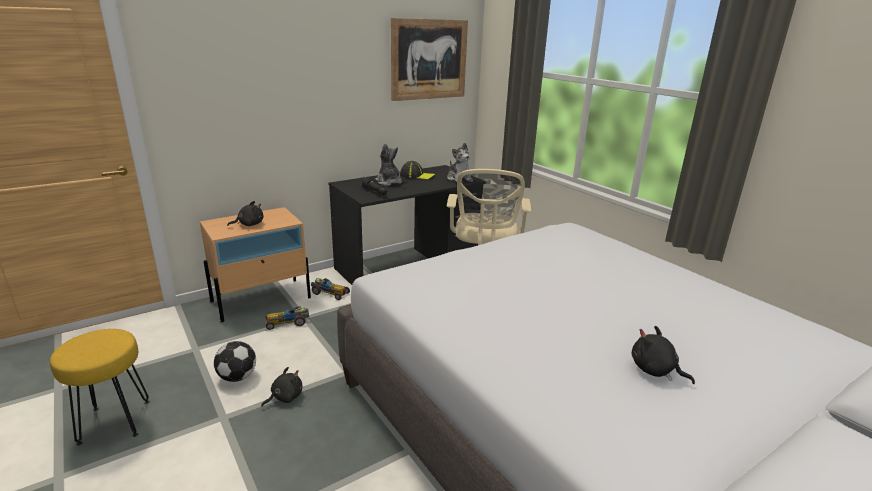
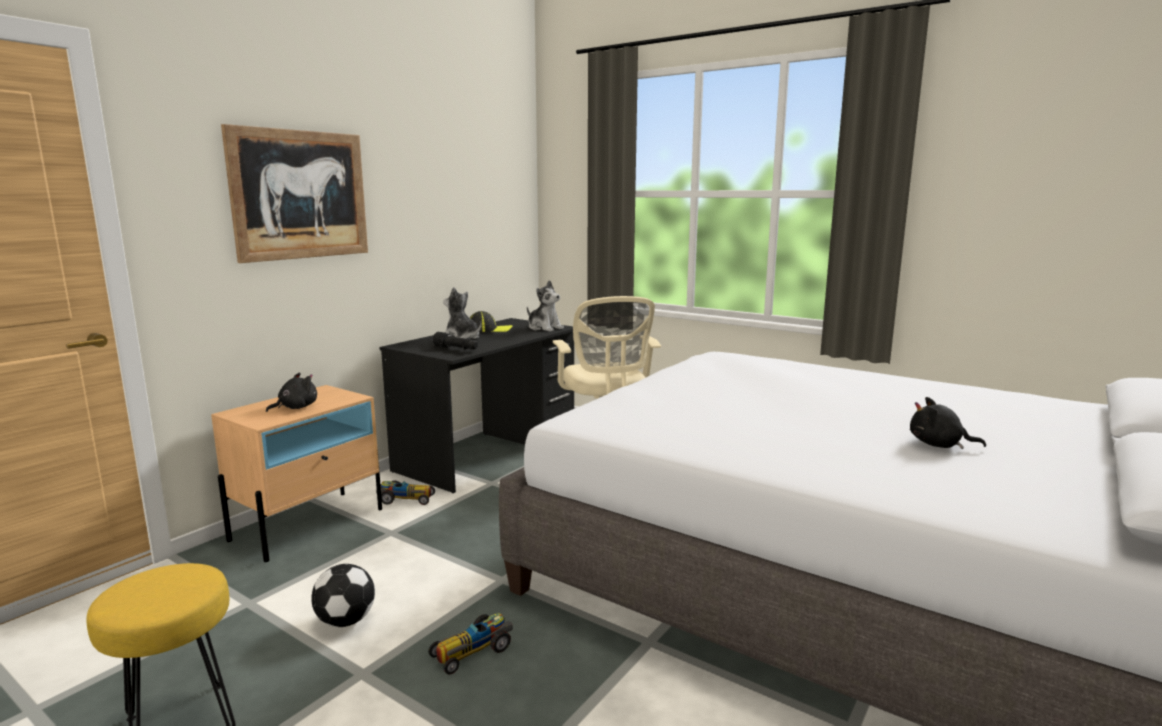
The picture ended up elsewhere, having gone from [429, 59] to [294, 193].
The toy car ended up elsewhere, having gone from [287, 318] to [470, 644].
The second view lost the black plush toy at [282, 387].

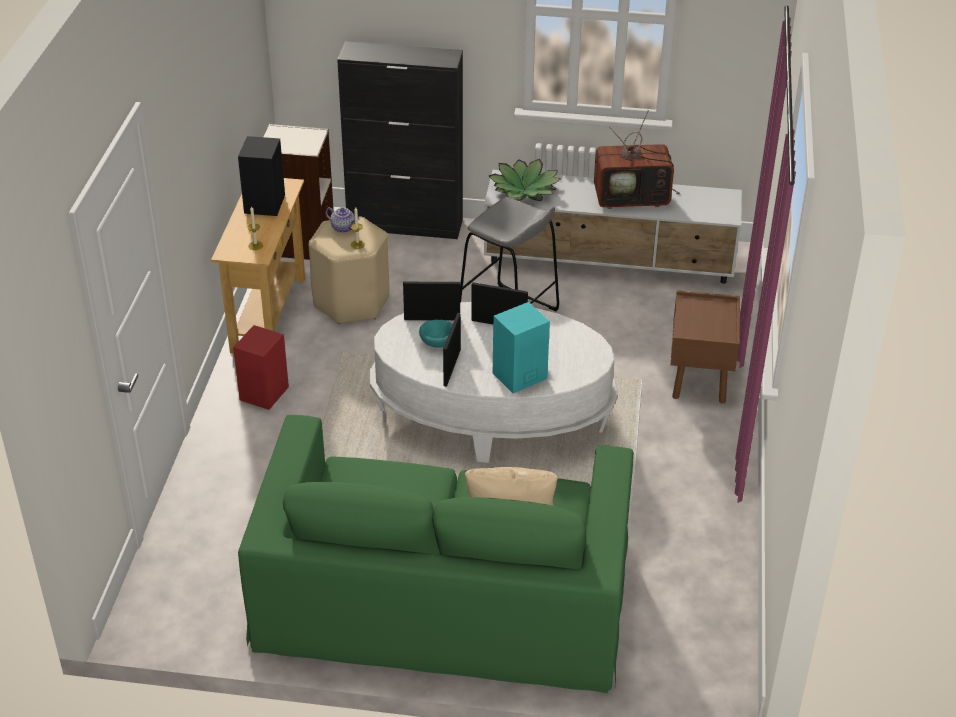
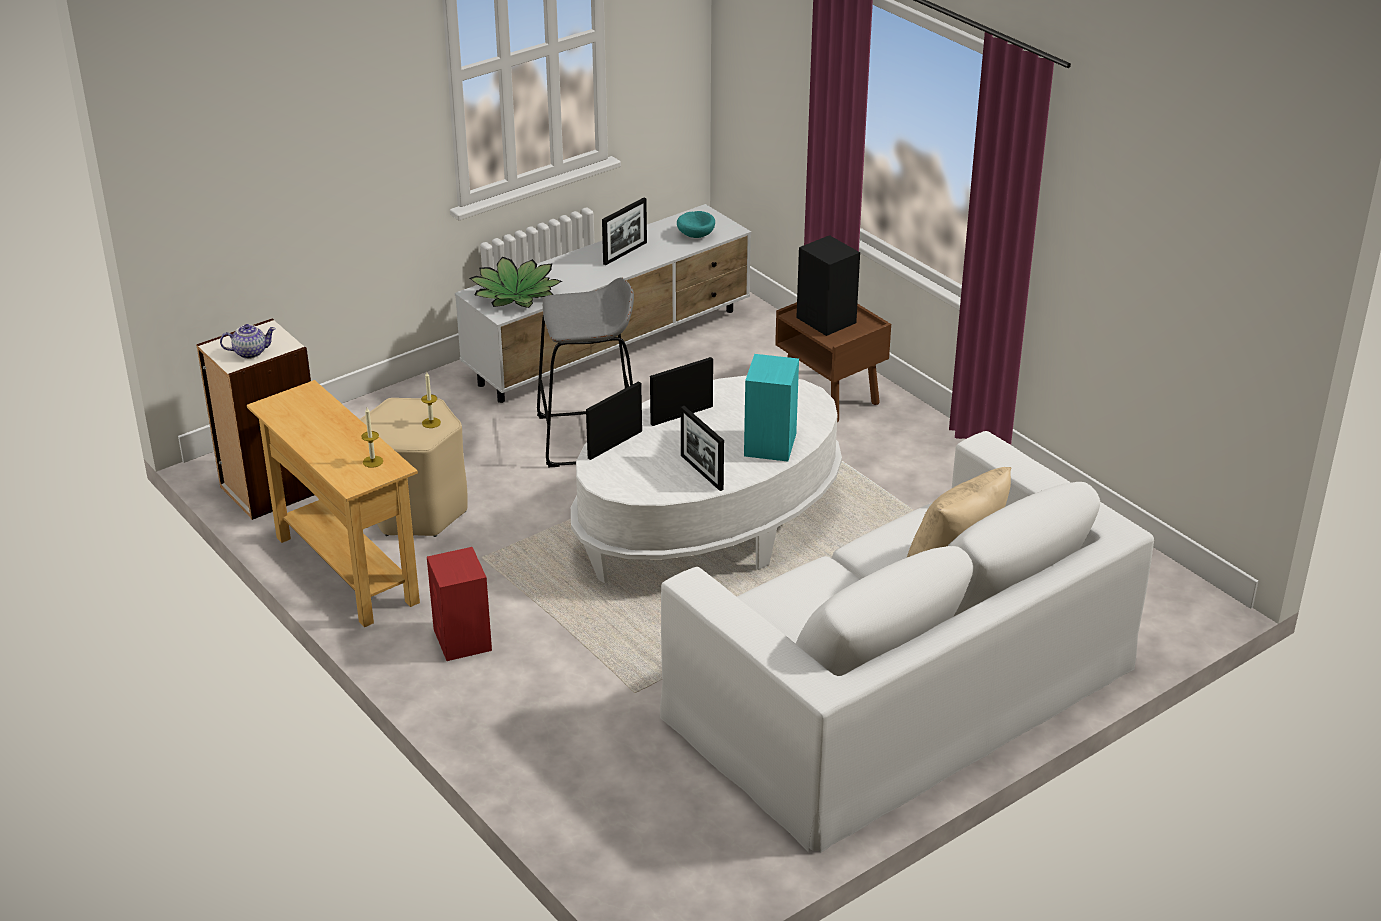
The second view lost the black cabinet at [400, 140].
Where the television stood at [637, 159], the picture frame came to stand at [624, 231].
The black speaker ended up elsewhere, having gone from [261, 176] to [828, 285].
The teapot ended up elsewhere, having gone from [342, 220] to [248, 341].
The turquoise bowl ended up elsewhere, having gone from [436, 333] to [696, 224].
What was the green sofa at [436, 554] turned into the white sofa at [907, 642].

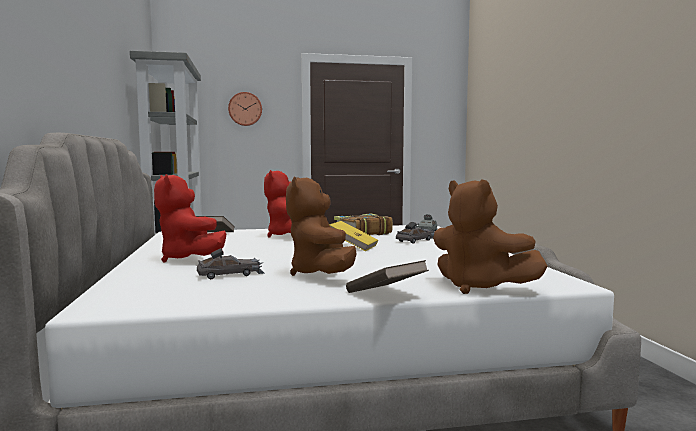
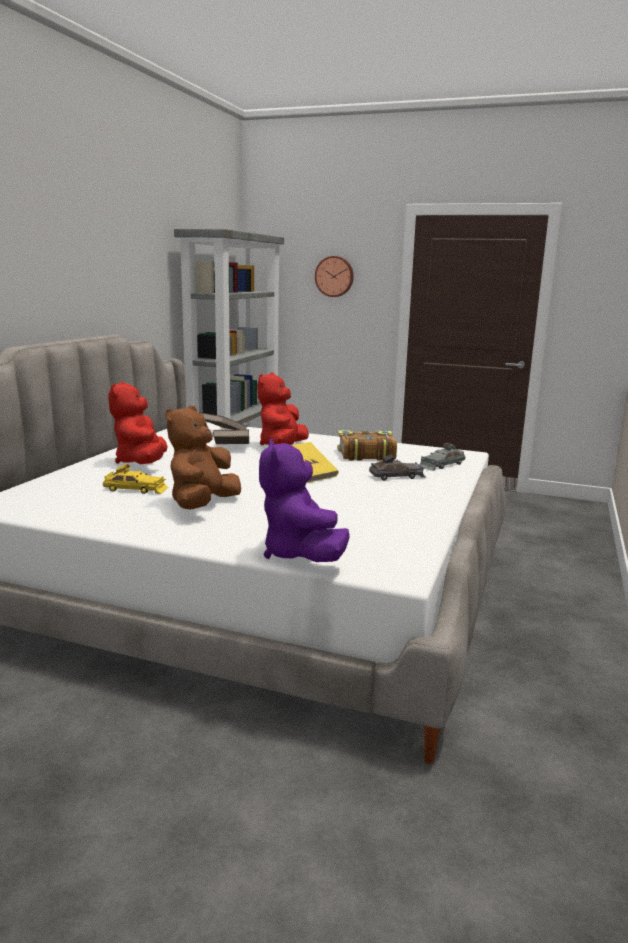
What was the brown plush toy at [490, 236] turned into the purple plush toy at [304, 500].
What was the grey toy car at [231, 263] turned into the yellow toy car at [135, 479].
The brown book ended up elsewhere, having gone from [387, 276] to [231, 437].

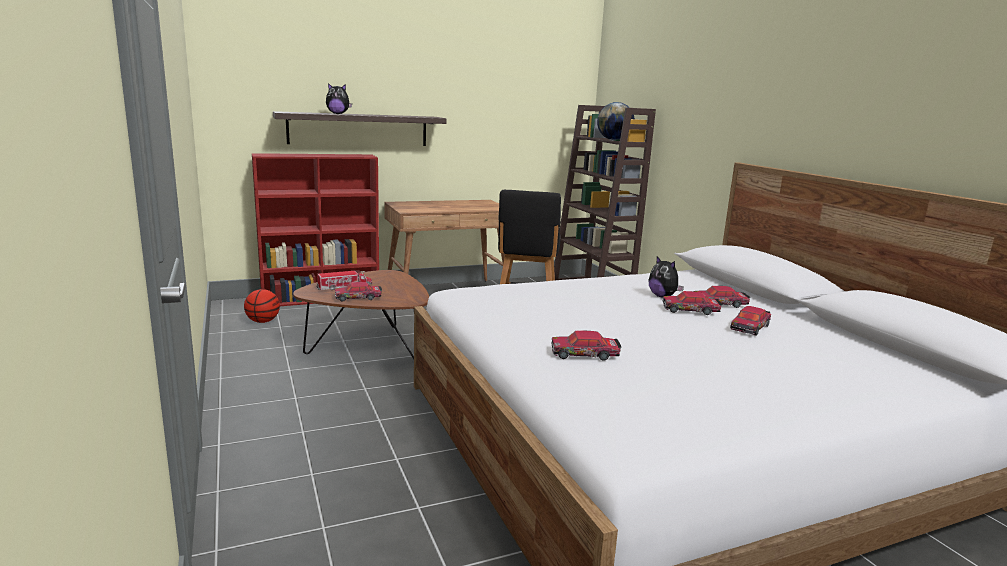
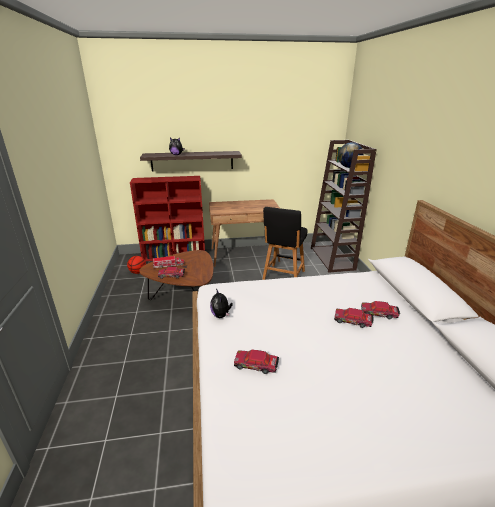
The plush toy ended up elsewhere, having gone from [666, 277] to [221, 303].
The second view lost the toy car at [750, 320].

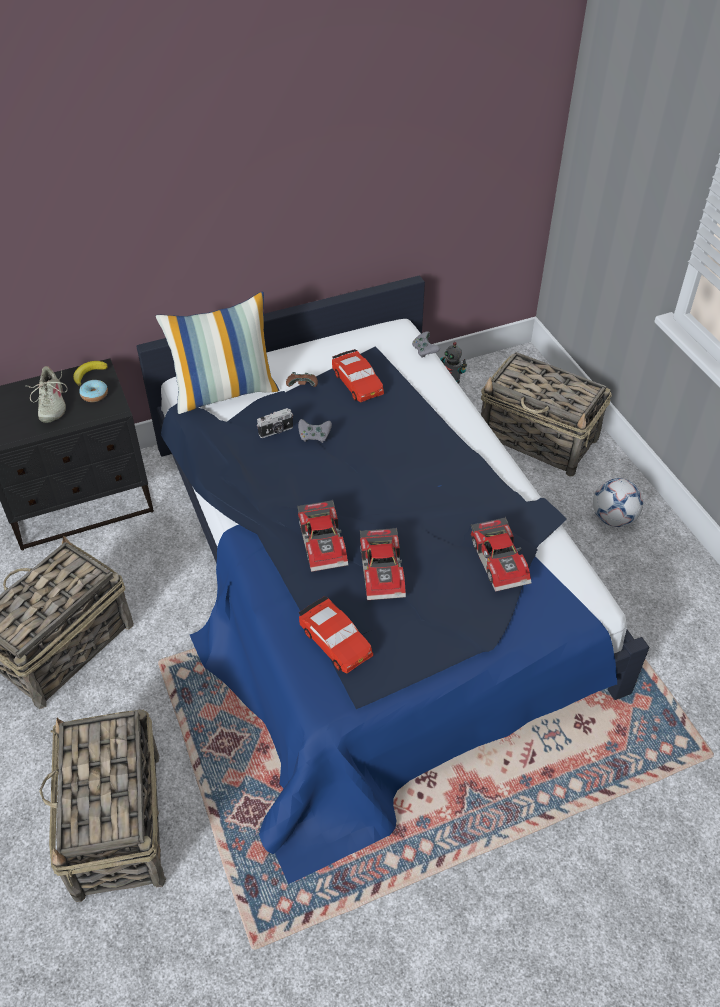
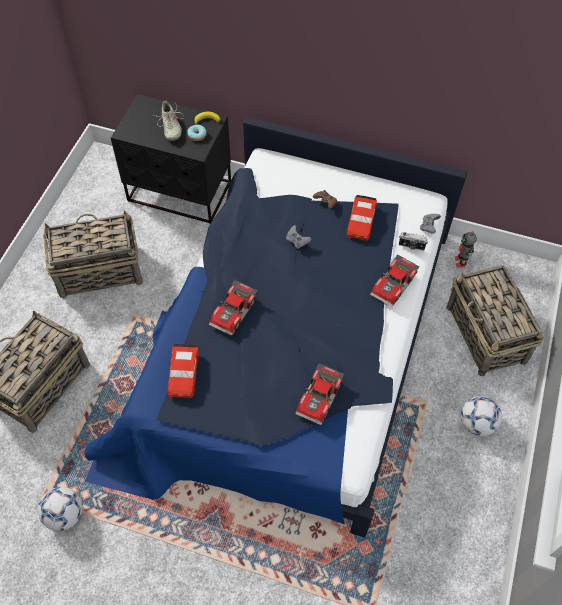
The second view lost the pillow at [218, 353].
The beige shoe at [48, 394] ended up facing another way, 45 degrees counterclockwise from before.
The photo camera ended up elsewhere, having gone from [275, 423] to [413, 241].
The toy car ended up elsewhere, having gone from [383, 563] to [395, 280].
The second view gained the football at [60, 509].

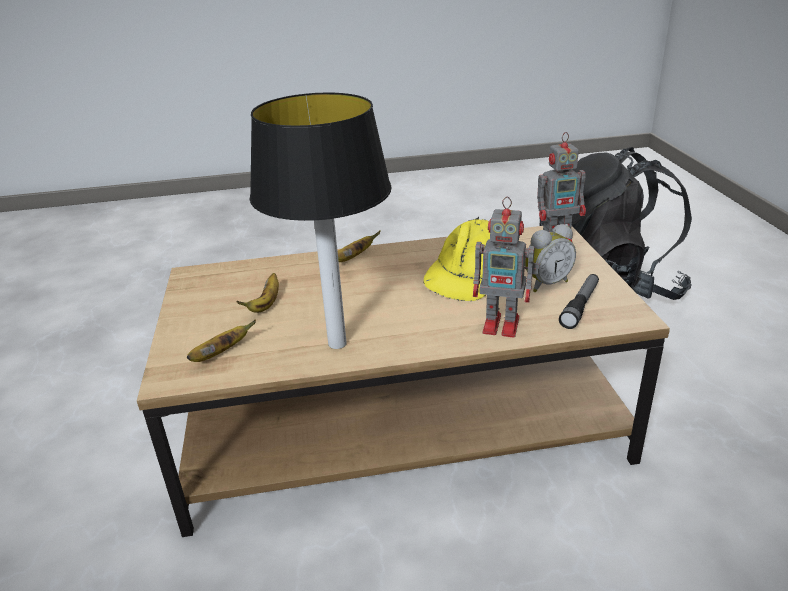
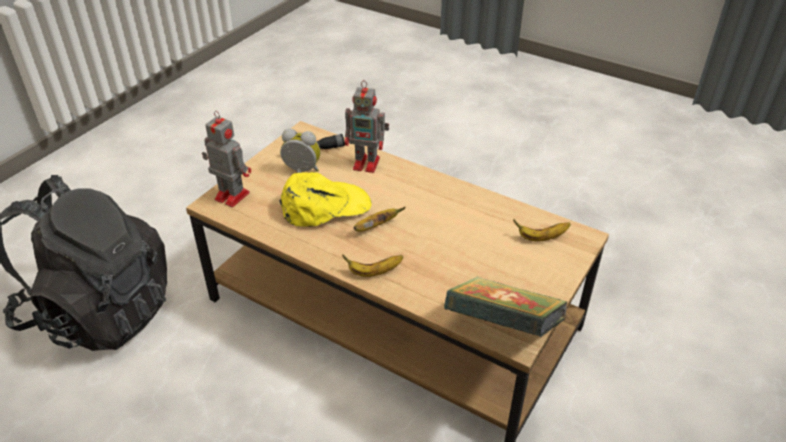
The second view lost the table lamp at [321, 221].
The toy robot at [506, 266] ended up facing another way, 135 degrees clockwise from before.
The banana ended up elsewhere, having gone from [258, 293] to [379, 219].
The second view gained the book at [506, 307].

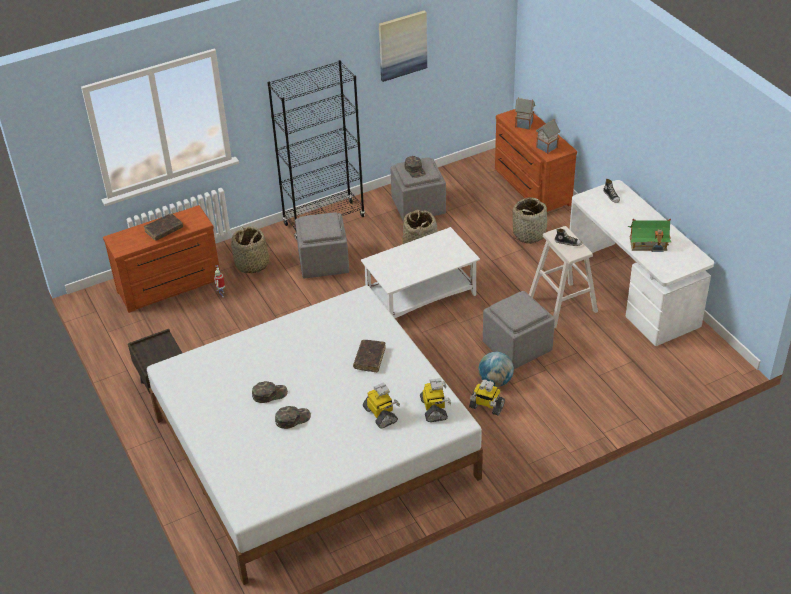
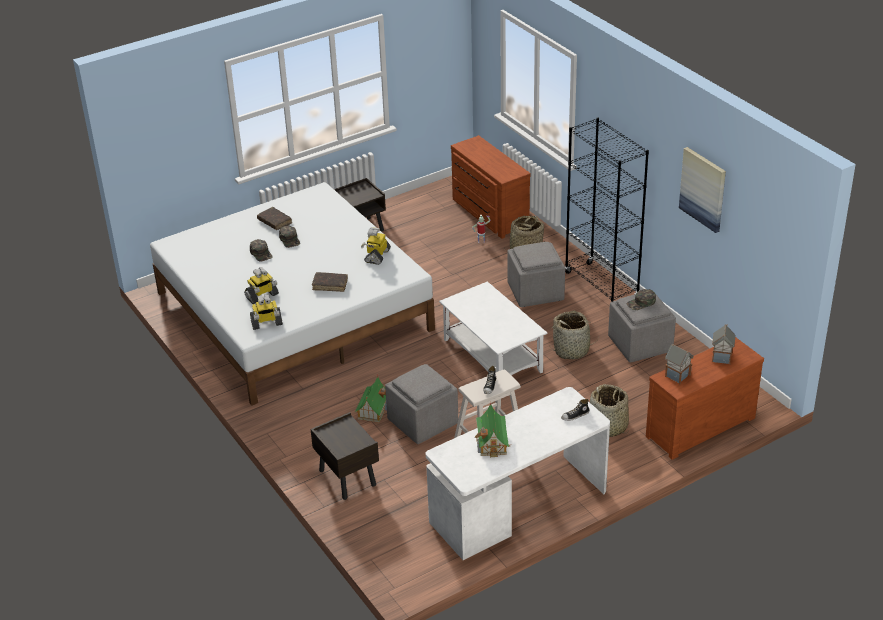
The brown book ended up elsewhere, having gone from [163, 227] to [274, 218].
Where the globe stood at [496, 369], the toy house came to stand at [371, 398].
The toy robot ended up elsewhere, having gone from [487, 398] to [376, 246].
The second view gained the brown nightstand at [345, 456].

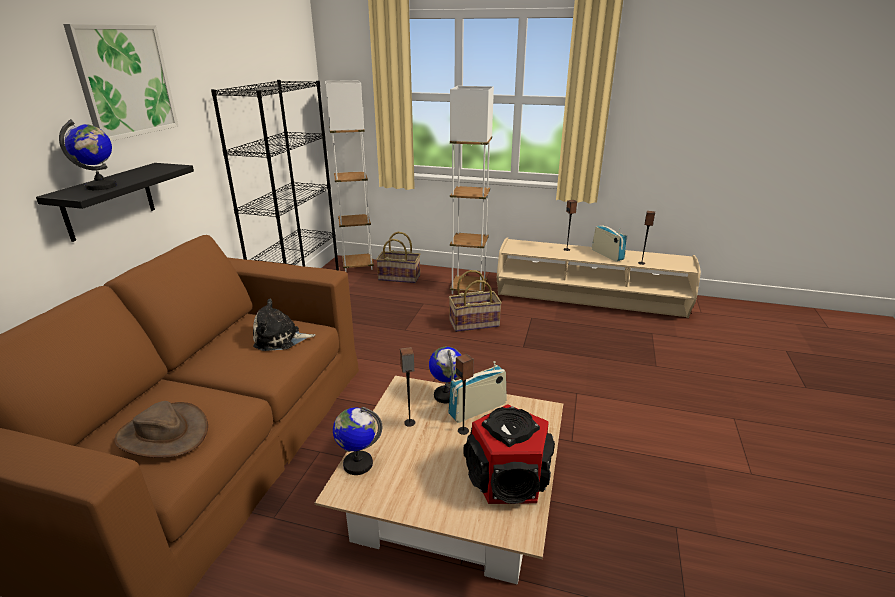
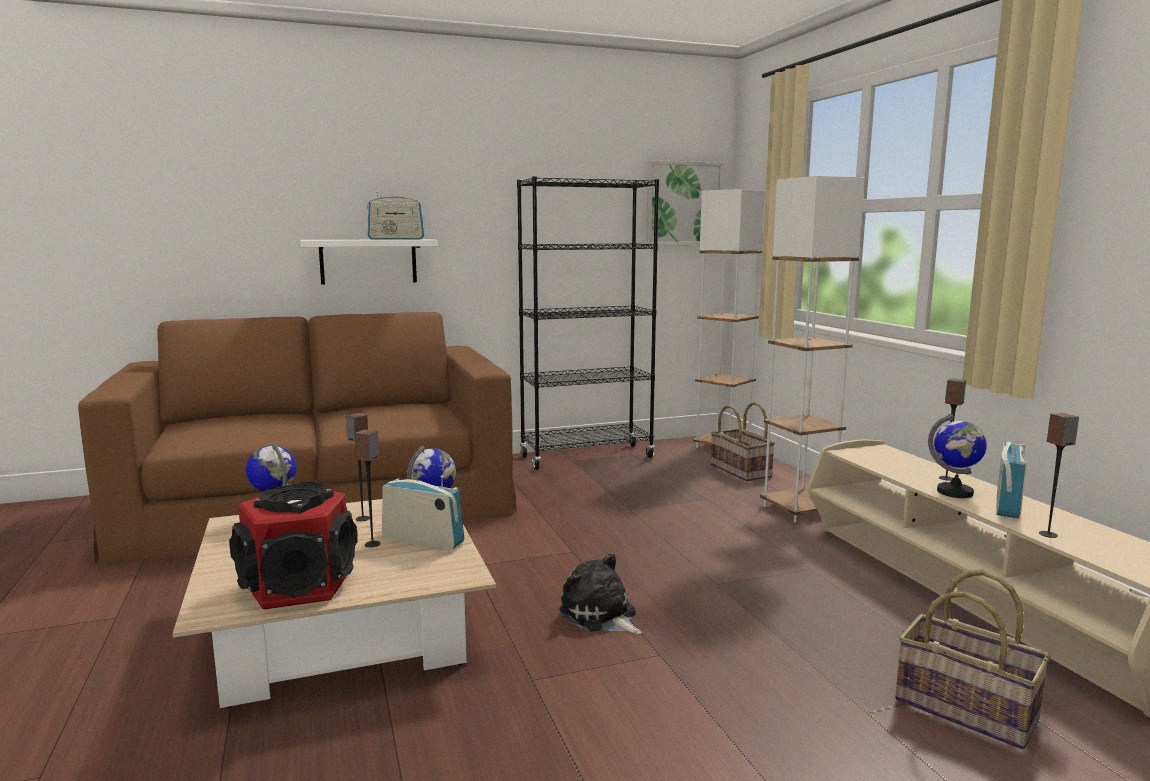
The picture ended up elsewhere, having gone from [120, 82] to [685, 202].
The globe ended up elsewhere, having gone from [88, 154] to [957, 456].
What was the black shelf at [115, 202] turned into the white shelf at [369, 261].
The basket ended up elsewhere, having gone from [475, 301] to [973, 659].
The plush toy ended up elsewhere, having gone from [284, 324] to [600, 593].
The second view lost the brown hat at [161, 429].
The second view gained the radio at [395, 215].

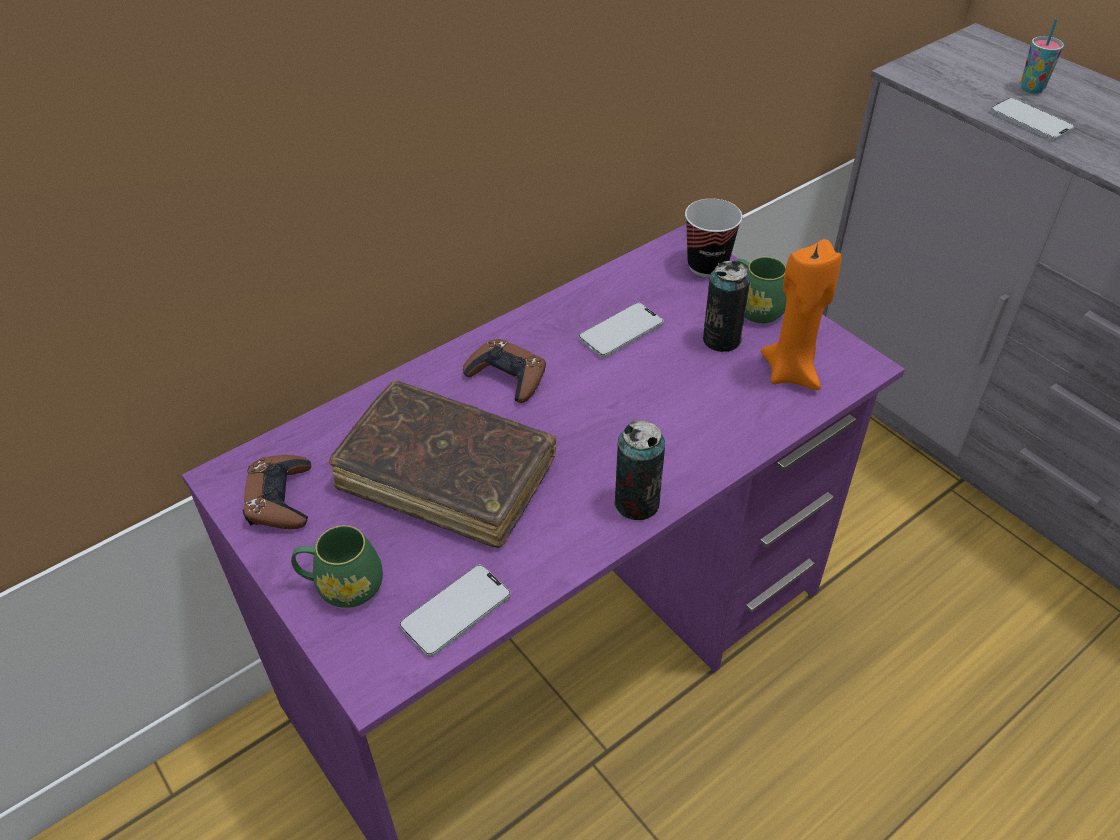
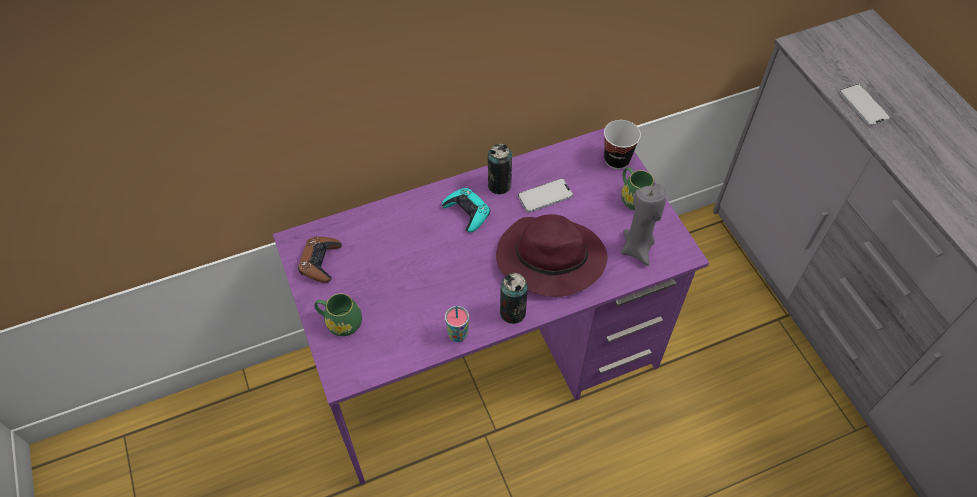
The cup ended up elsewhere, having gone from [1042, 56] to [457, 324].
What was the orange candle at [801, 314] turned into the grey candle at [643, 225].
The can ended up elsewhere, having gone from [726, 306] to [500, 169].
What was the brown game controller at [504, 371] turned into the turquoise game controller at [466, 210].
The second view lost the brown book at [442, 464].
The second view lost the phone at [455, 610].
The second view gained the purple hat at [551, 255].

